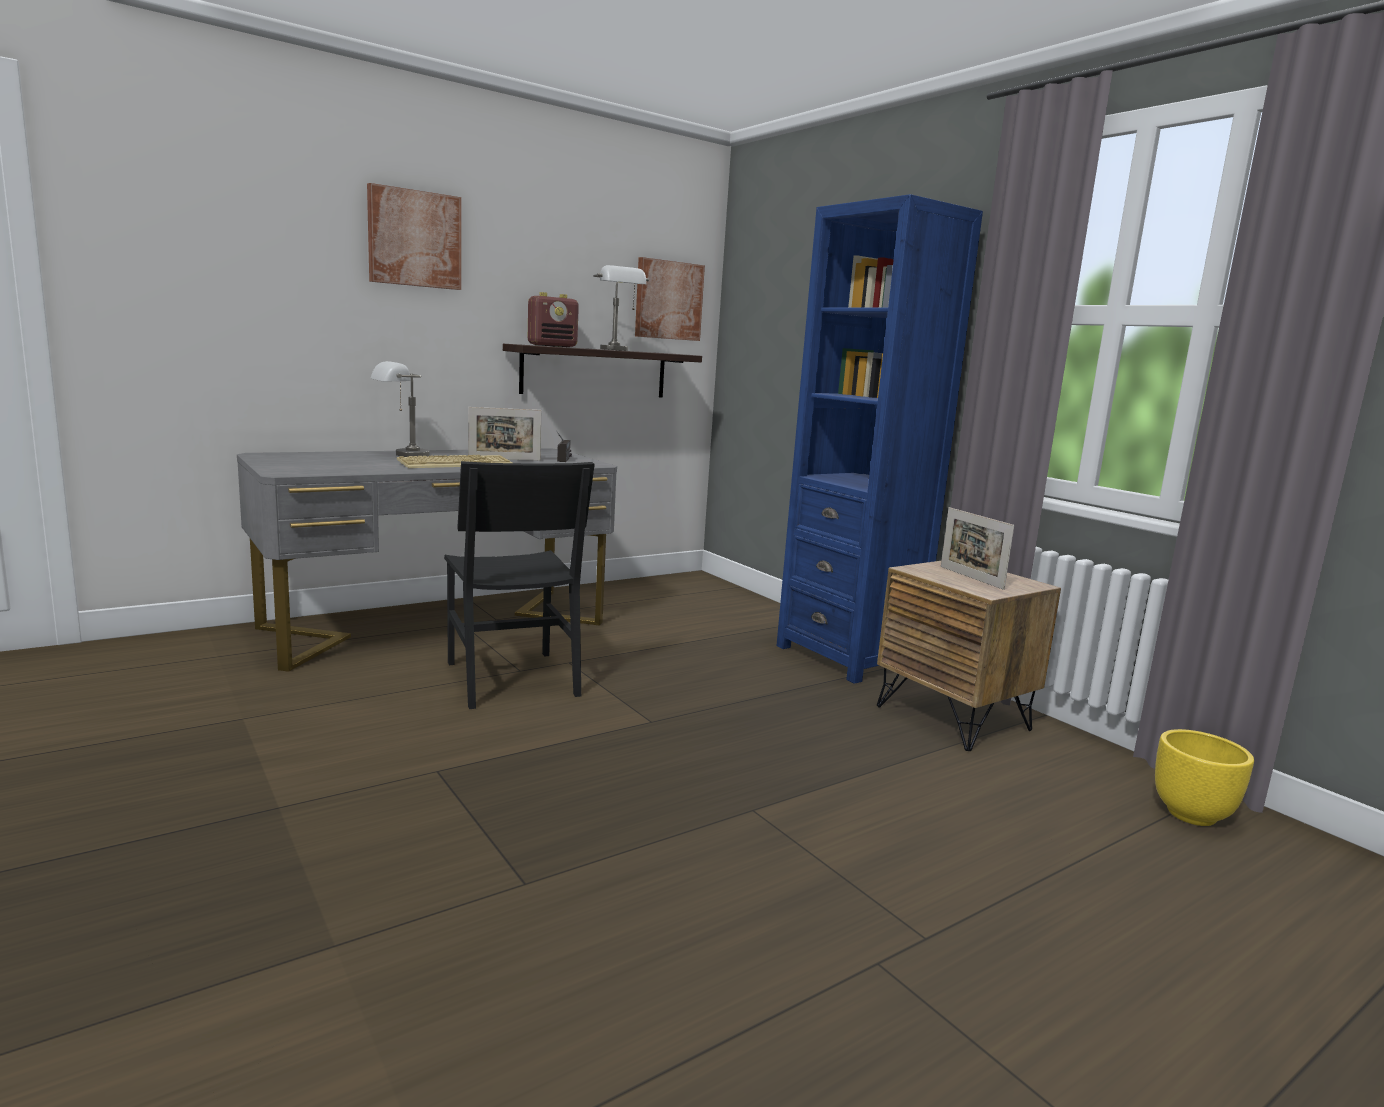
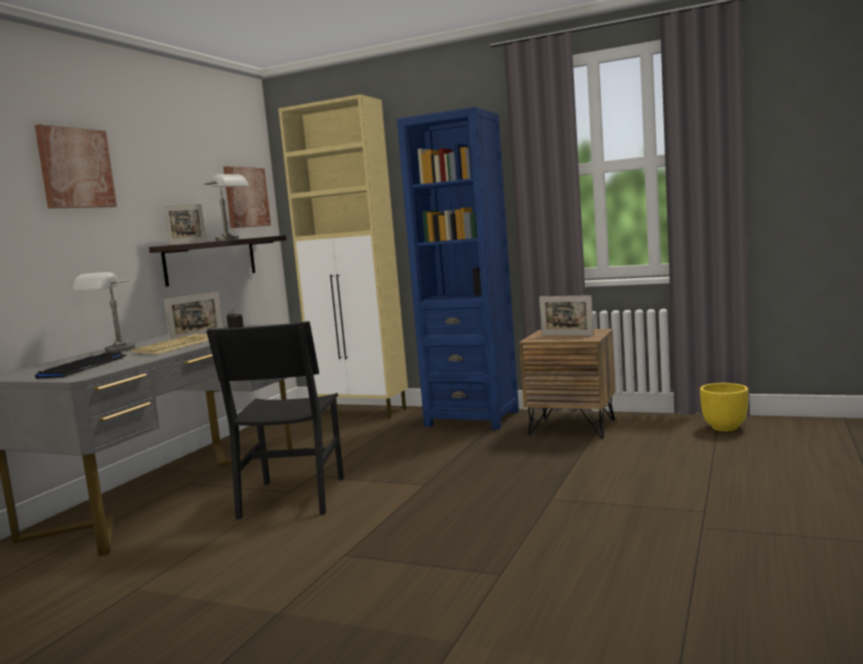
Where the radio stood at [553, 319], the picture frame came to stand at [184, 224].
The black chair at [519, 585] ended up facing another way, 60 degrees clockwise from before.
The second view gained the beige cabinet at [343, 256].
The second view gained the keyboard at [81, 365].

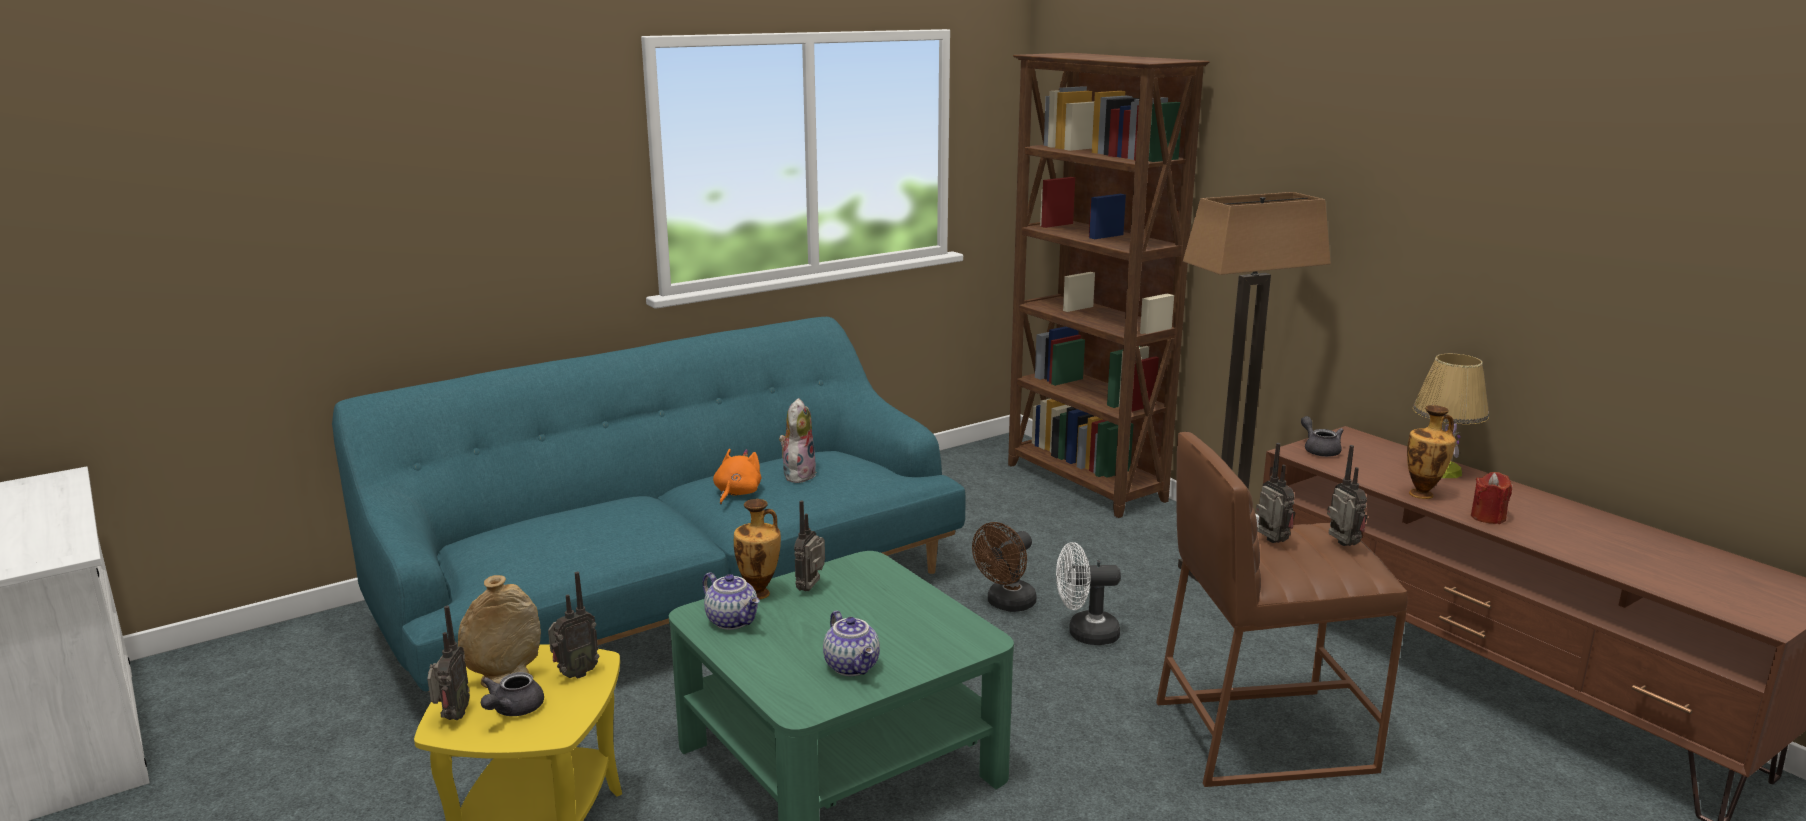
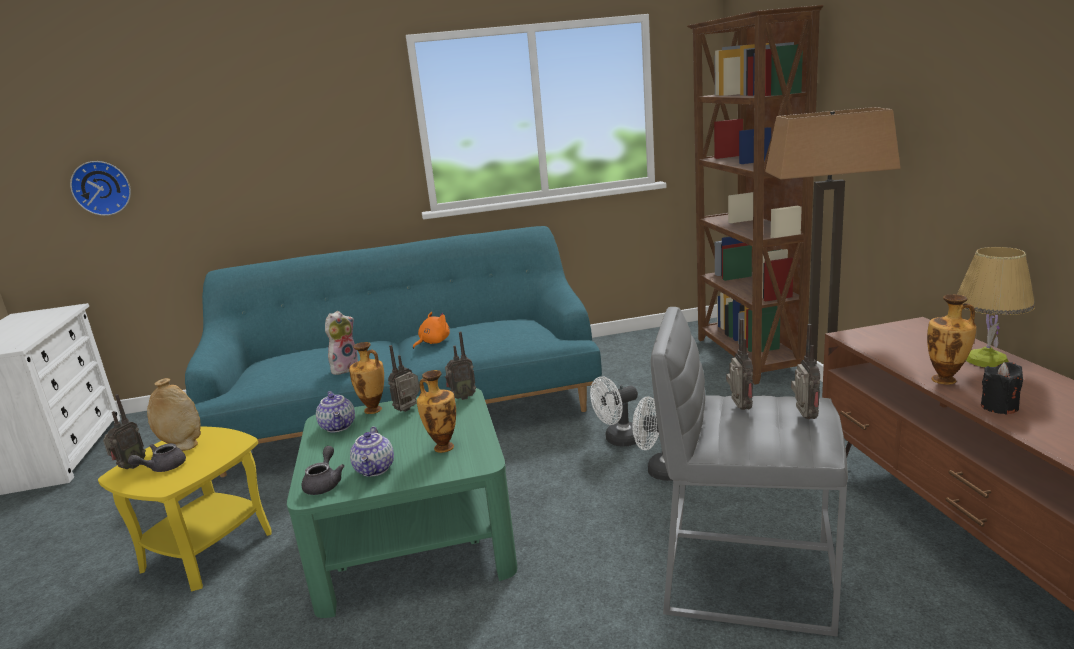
The plush toy ended up elsewhere, having gone from [797, 440] to [341, 343].
The grey teapot ended up elsewhere, having gone from [1322, 436] to [323, 470].
What was the brown stool at [1281, 609] turned into the grey stool at [749, 472].
What was the red candle at [1491, 498] turned into the black candle at [1002, 388].
What was the brown fan at [1004, 567] turned into the white fan at [615, 411].
The radio ended up elsewhere, having gone from [573, 625] to [460, 366].
The second view gained the wall clock at [100, 188].
The second view gained the vase at [436, 411].

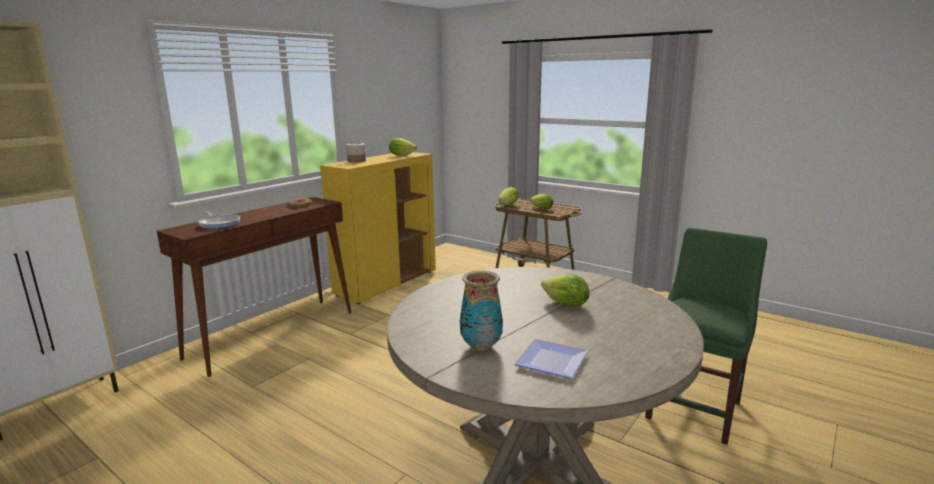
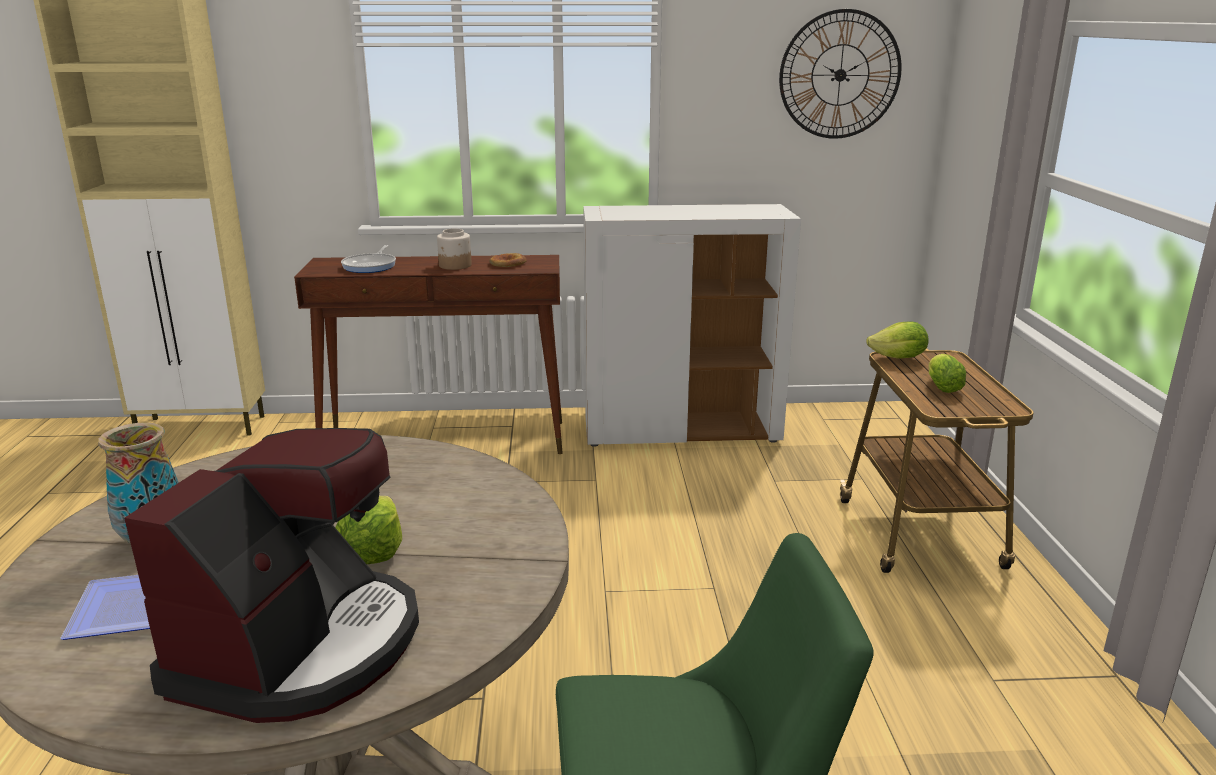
The second view lost the lettuce at [403, 147].
The jar ended up elsewhere, having gone from [356, 152] to [454, 249].
What was the yellow cabinet at [378, 228] turned into the white cabinet at [692, 325].
The second view gained the wall clock at [840, 74].
The second view gained the coffee machine at [271, 575].

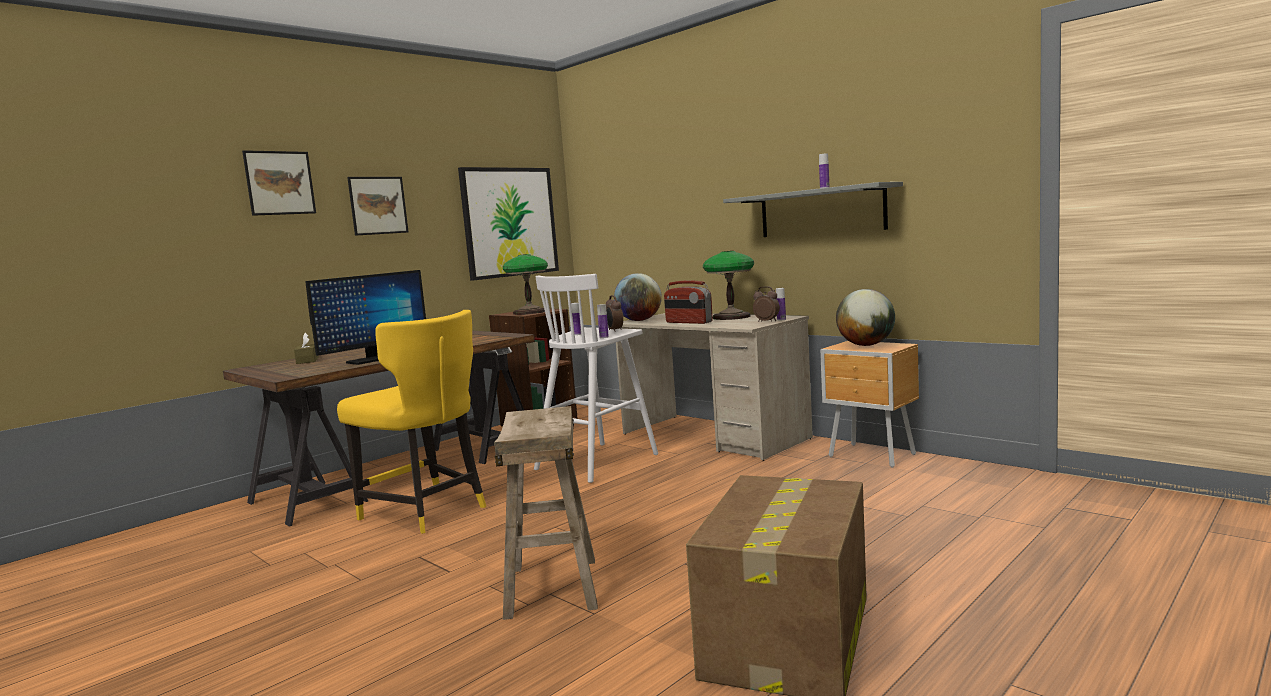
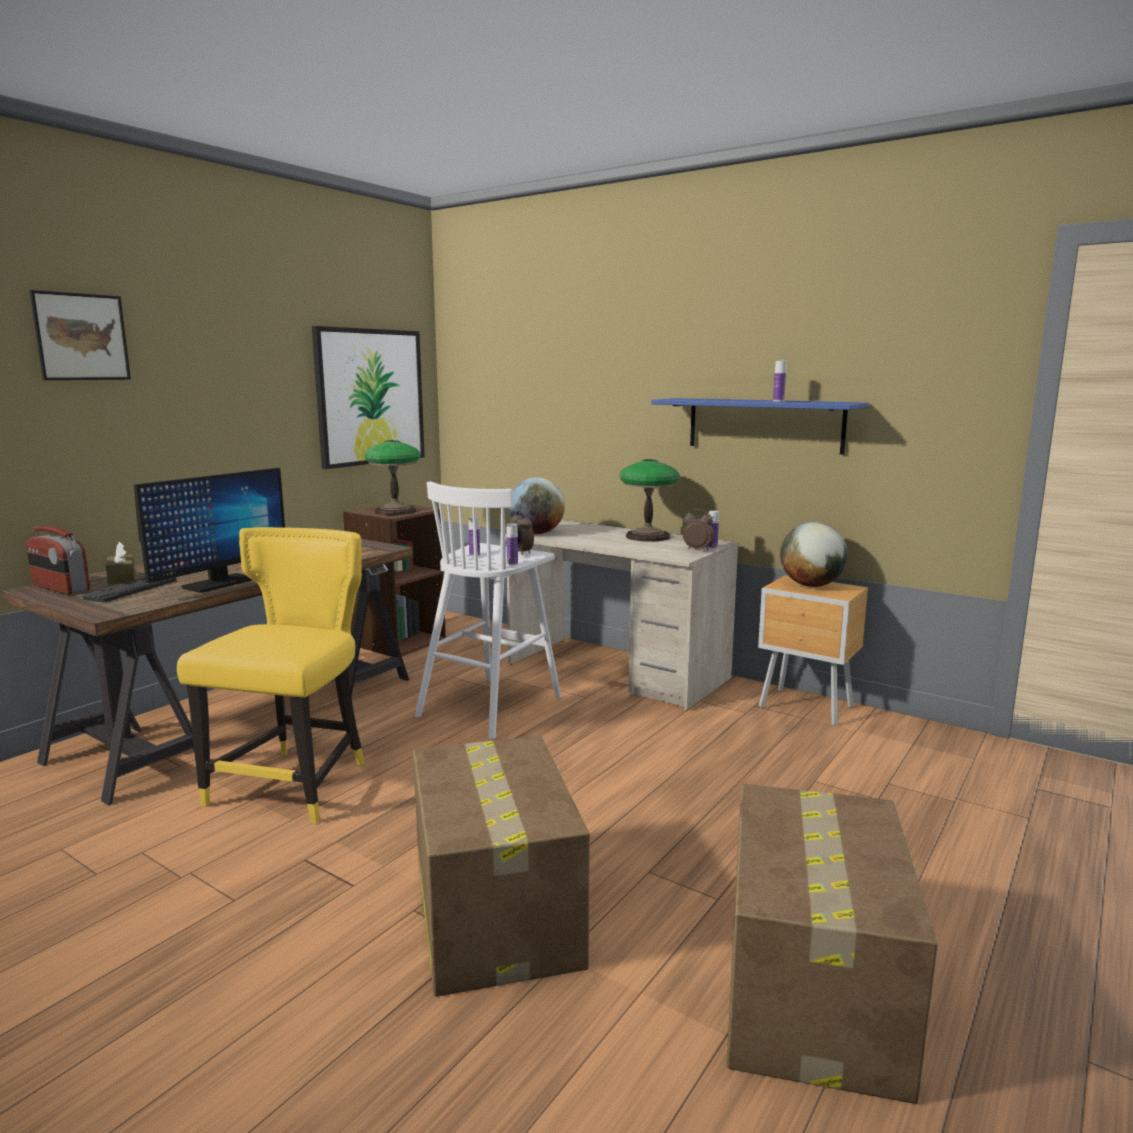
The second view lost the picture at [377, 206].
What was the grey shelf at [813, 209] turned into the blue shelf at [760, 426].
The radio ended up elsewhere, having gone from [688, 302] to [58, 560].
The yellow chair at [411, 422] ended up facing another way, 105 degrees counterclockwise from before.
Where the beige stool stood at [546, 513], the cardboard box came to stand at [501, 866].
The second view gained the keyboard at [130, 589].

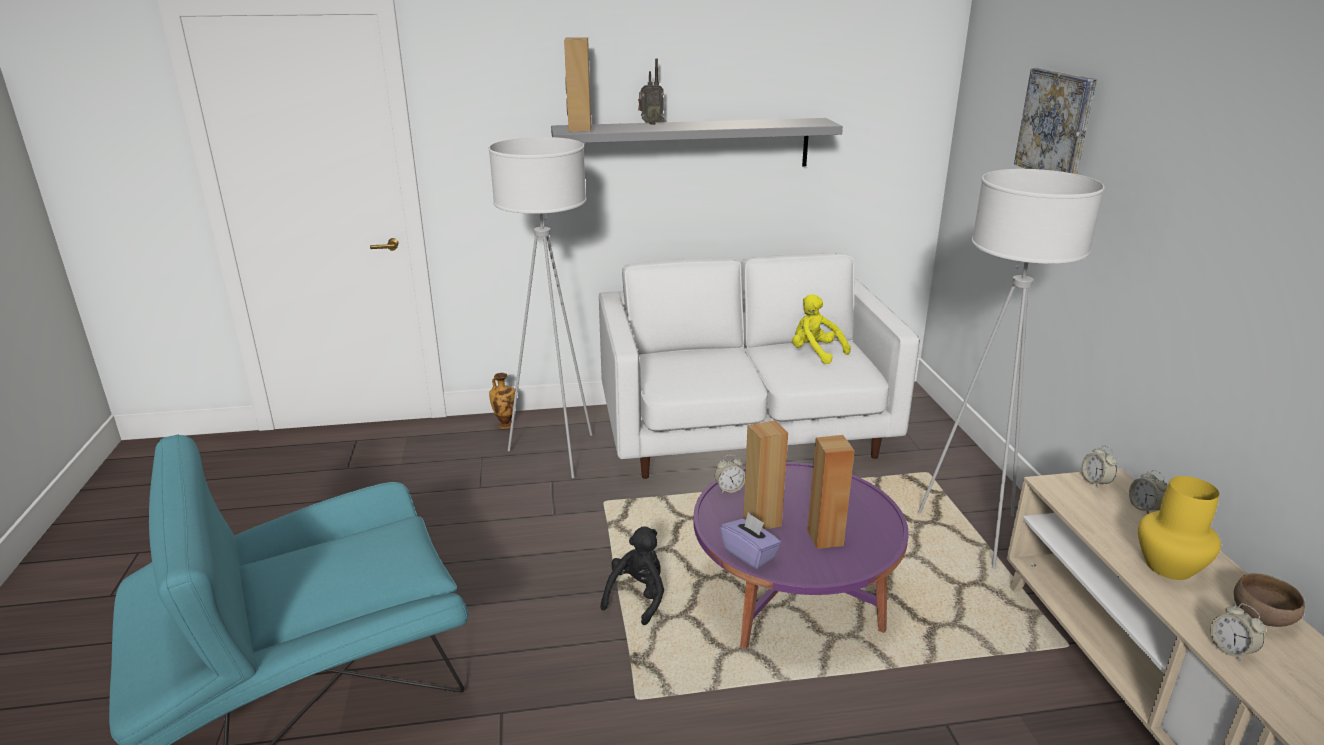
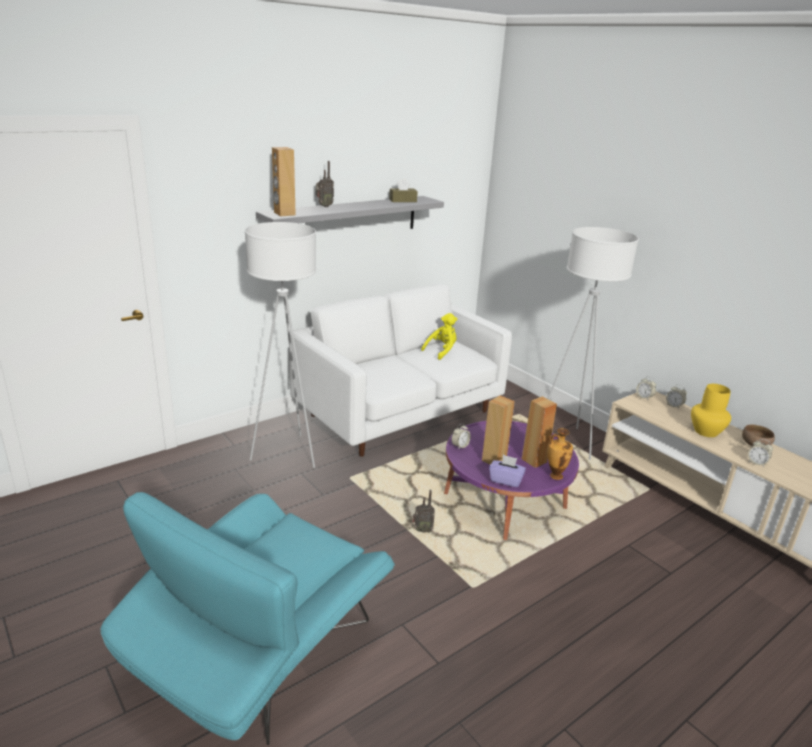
The second view lost the picture at [1055, 121].
The yellow plush toy at [821, 329] ended up facing another way, 120 degrees clockwise from before.
The vase ended up elsewhere, having gone from [502, 401] to [560, 454].
Where the black plush toy stood at [632, 575], the radio came to stand at [423, 511].
The second view gained the brown tissue box at [403, 190].

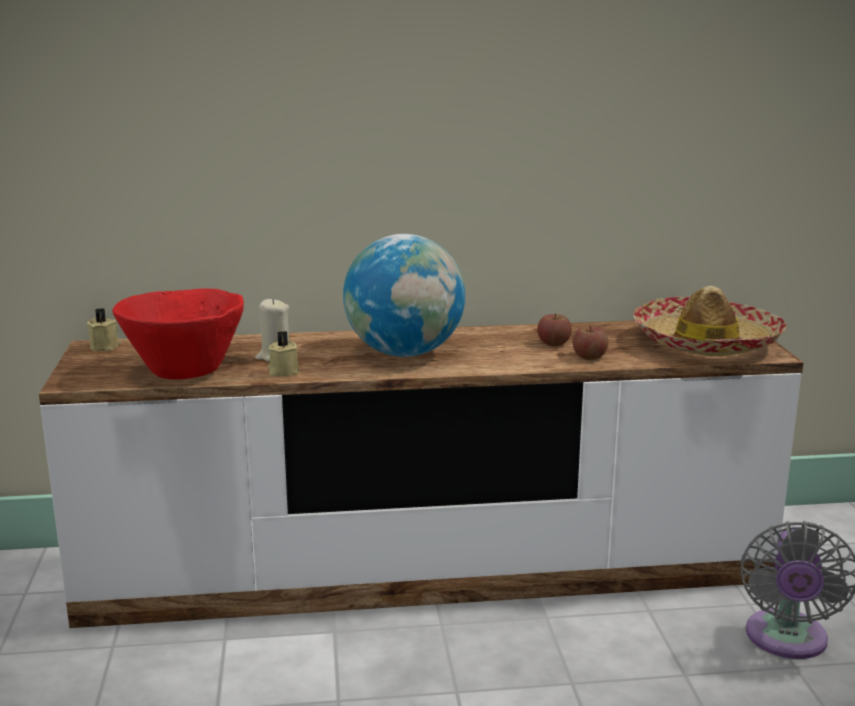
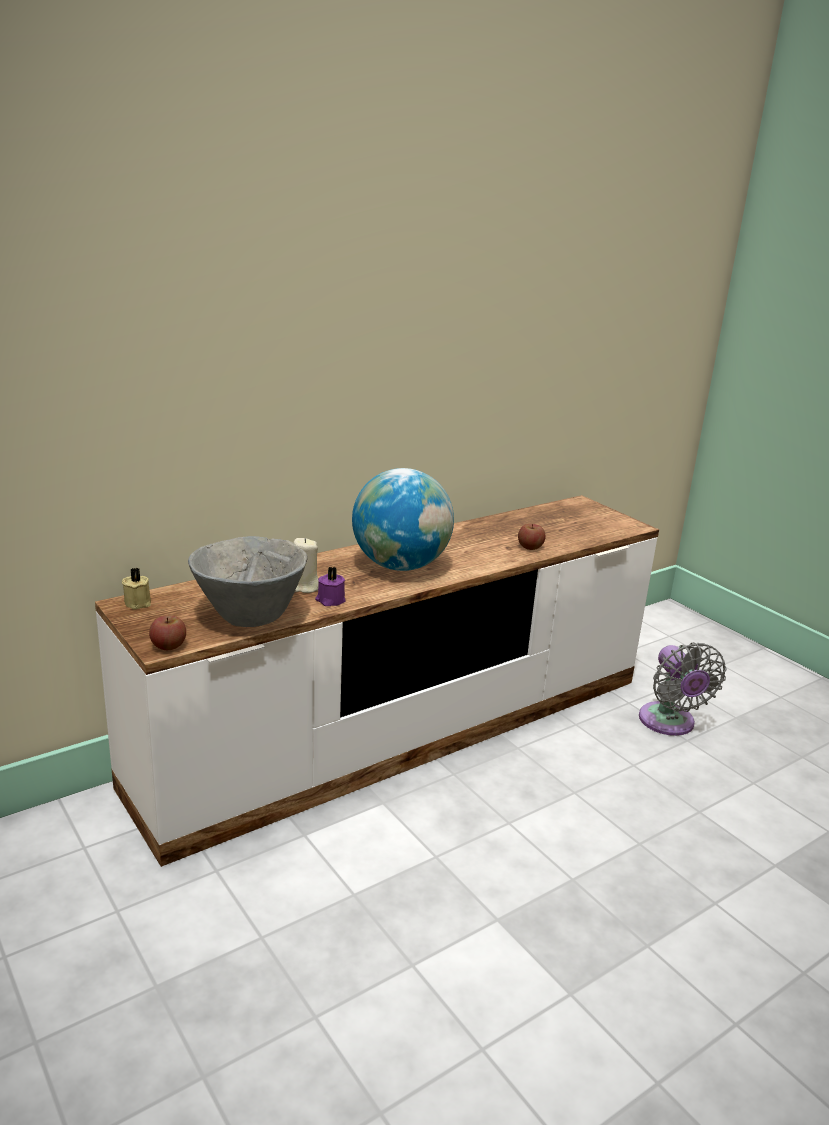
The second view lost the hat at [710, 321].
What was the red bowl at [178, 334] turned into the grey bowl at [248, 581].
The apple ended up elsewhere, having gone from [554, 330] to [167, 632].
What was the beige candle at [283, 353] turned into the purple candle at [330, 586].

